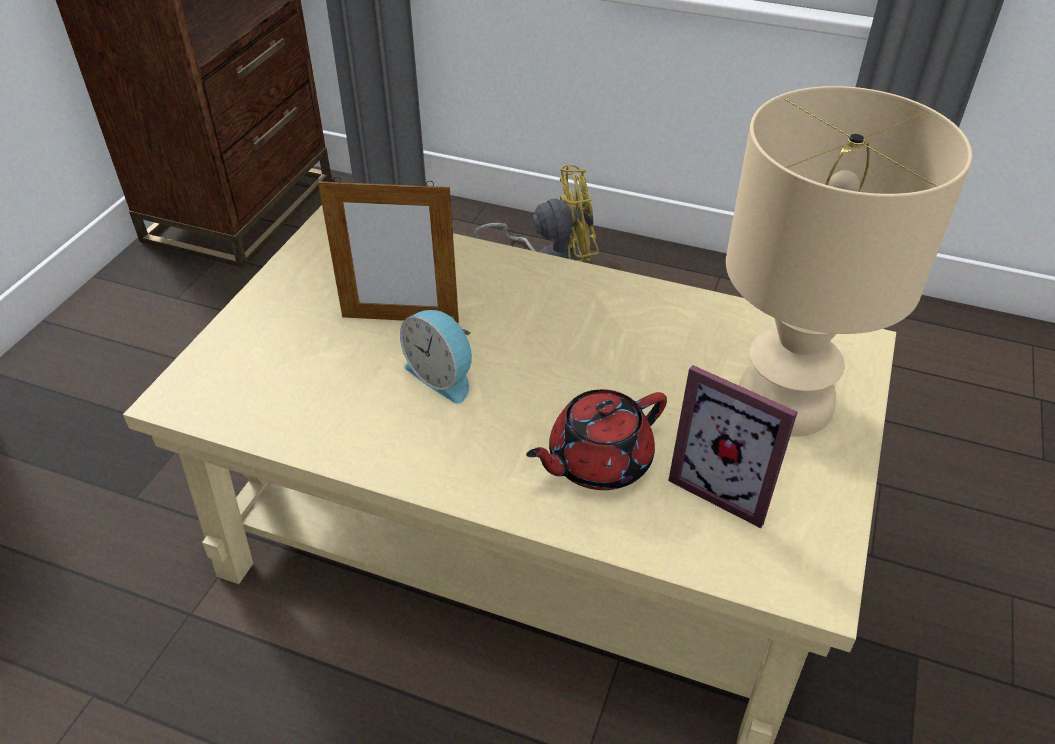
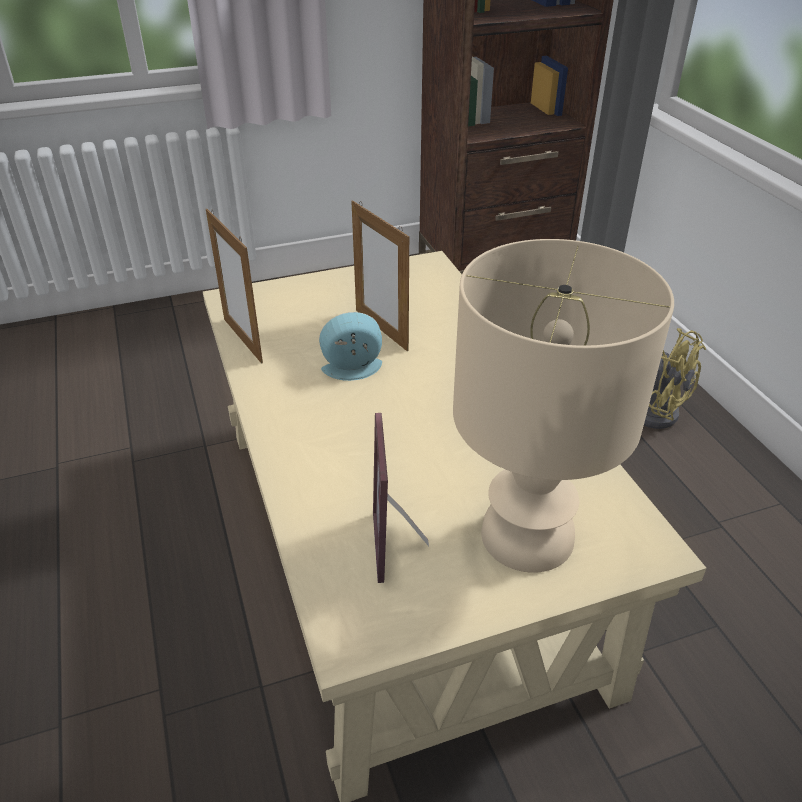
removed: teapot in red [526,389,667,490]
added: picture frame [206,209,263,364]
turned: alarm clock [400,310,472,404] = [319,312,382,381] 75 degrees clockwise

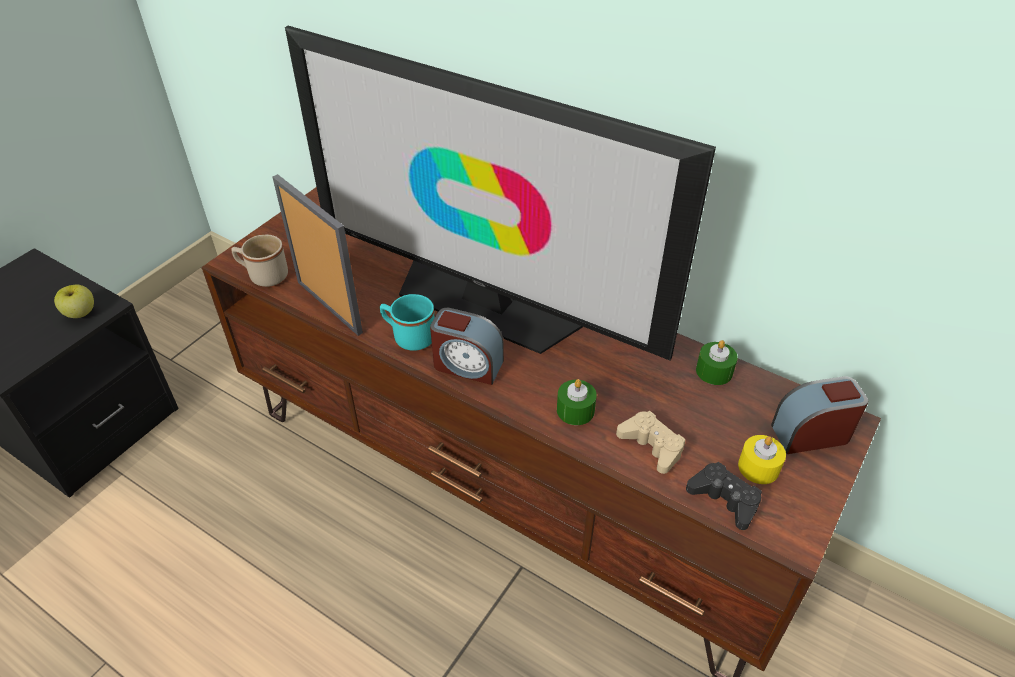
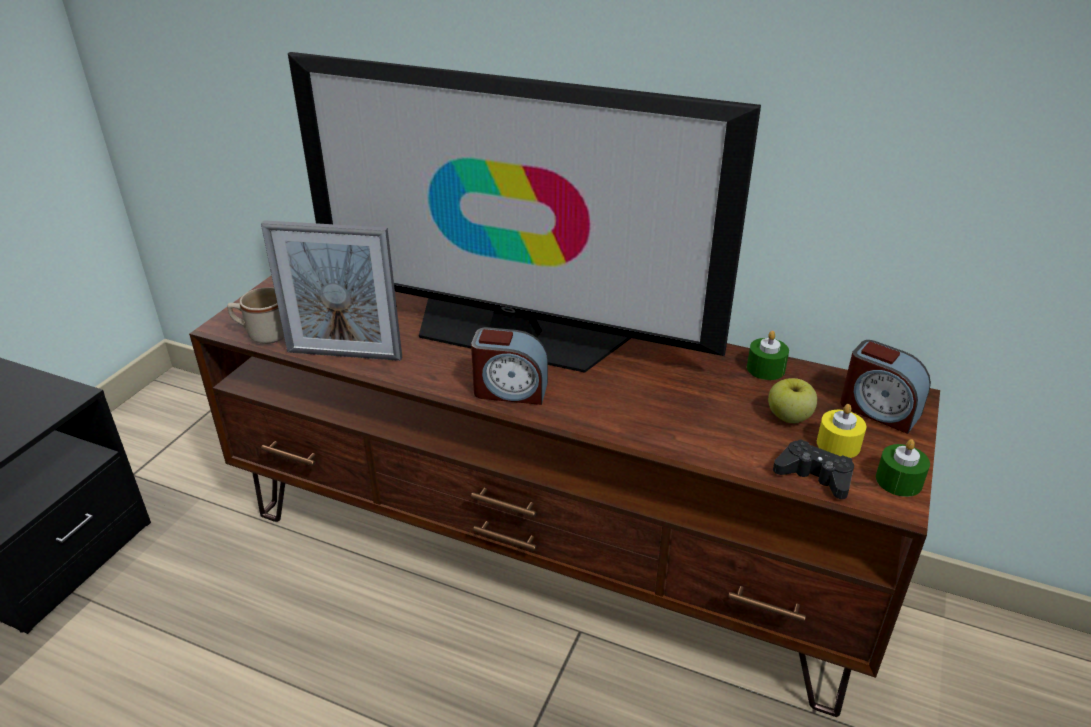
removed: mug in turquoise [380,294,434,351]; game controller in beige [616,411,685,474]
moved: apple [54,285,94,318] to [768,378,817,423]; candle in green [557,379,597,425] to [876,439,930,497]
turned: picture frame [272,174,363,336] = [261,220,402,361] 150 degrees clockwise; alarm clock [771,376,868,454] = [840,340,931,434] 120 degrees counterclockwise

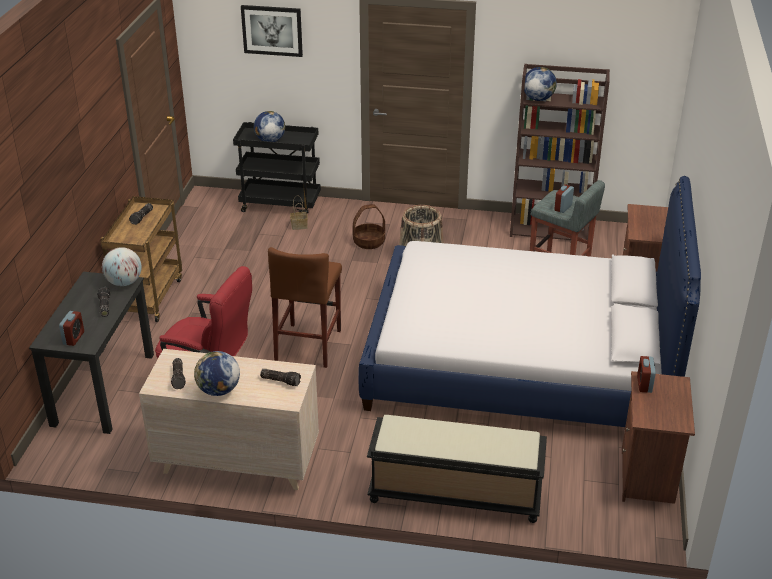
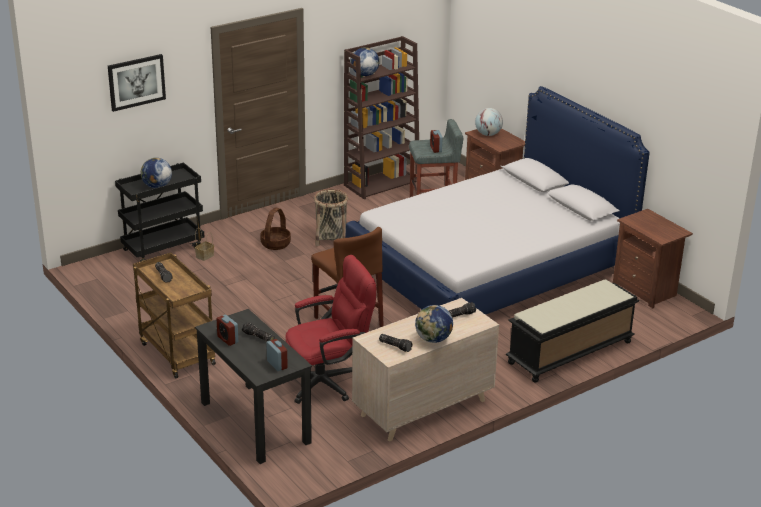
moved: globe [102,247,142,286] to [475,108,503,136]; alarm clock [637,356,656,393] to [216,315,238,346]

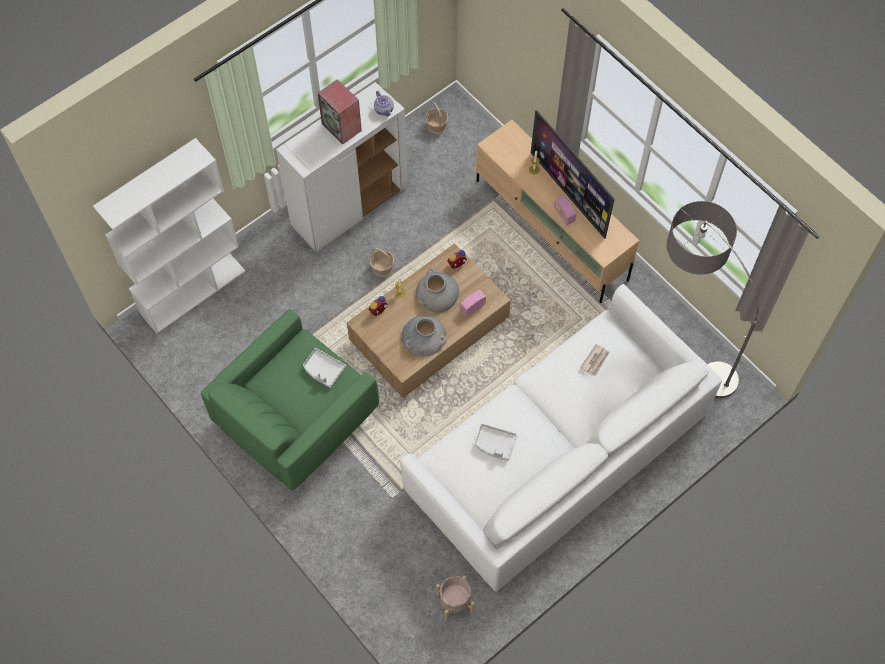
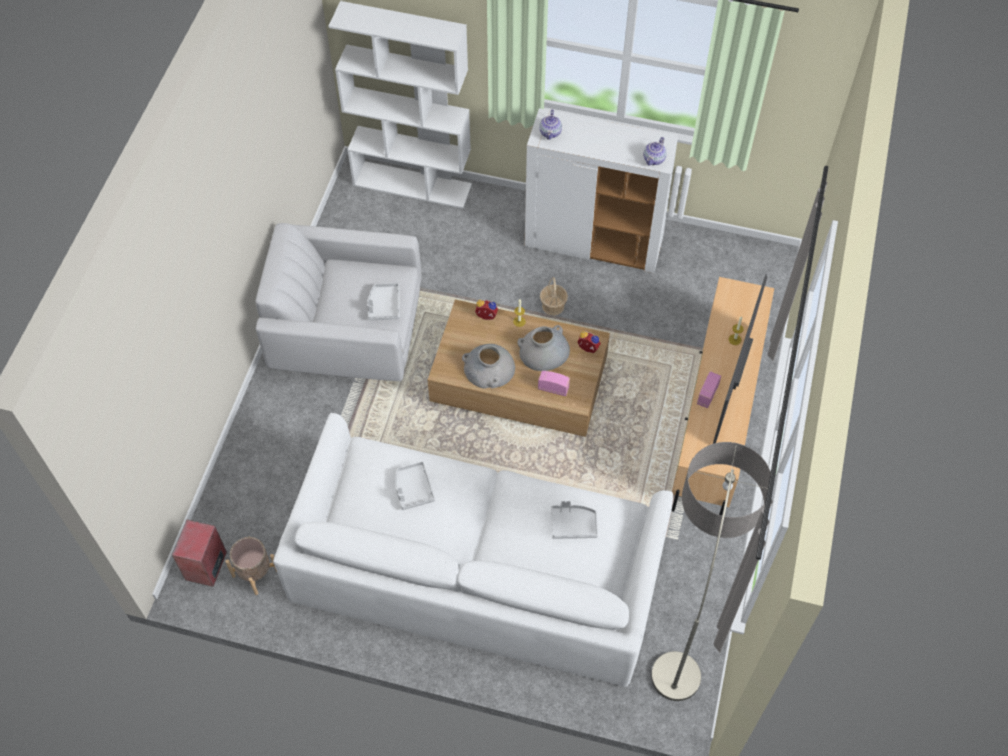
removed: basket [425,102,449,134]
added: teapot [540,109,562,140]
moved: speaker [318,79,362,145] to [172,520,227,587]
replaced: newspaper [580,344,610,376] to tray in grey [551,501,598,539]
recoloured: armchair in green [201,309,379,491] to armchair in white [256,223,422,381]

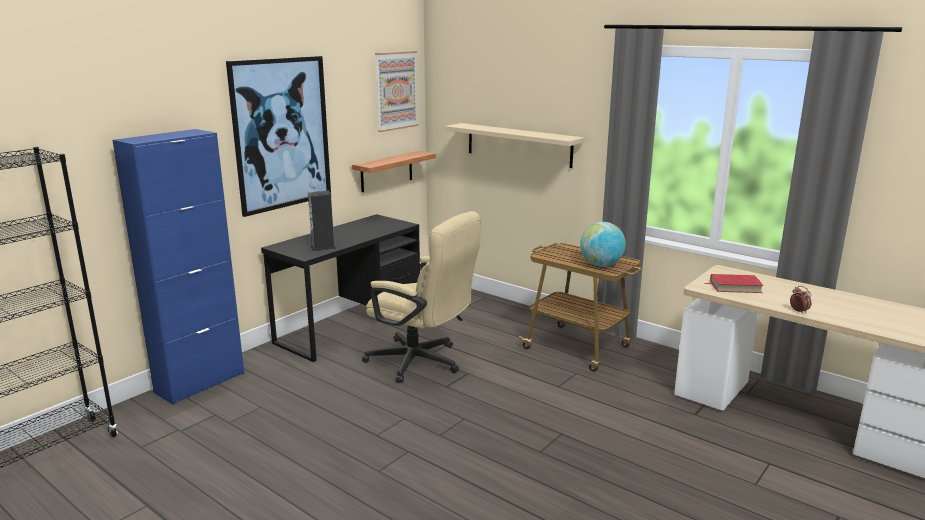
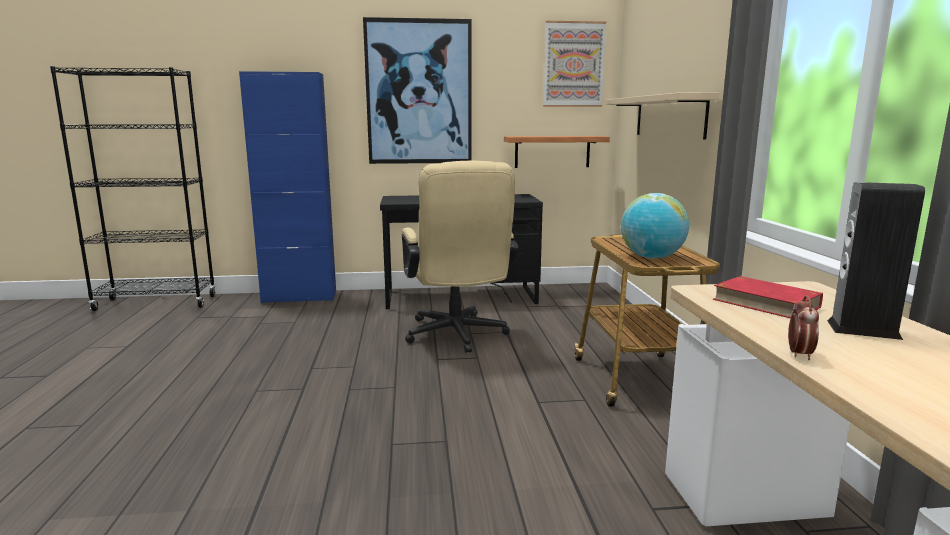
moved: speaker [308,190,336,252] to [827,182,925,340]

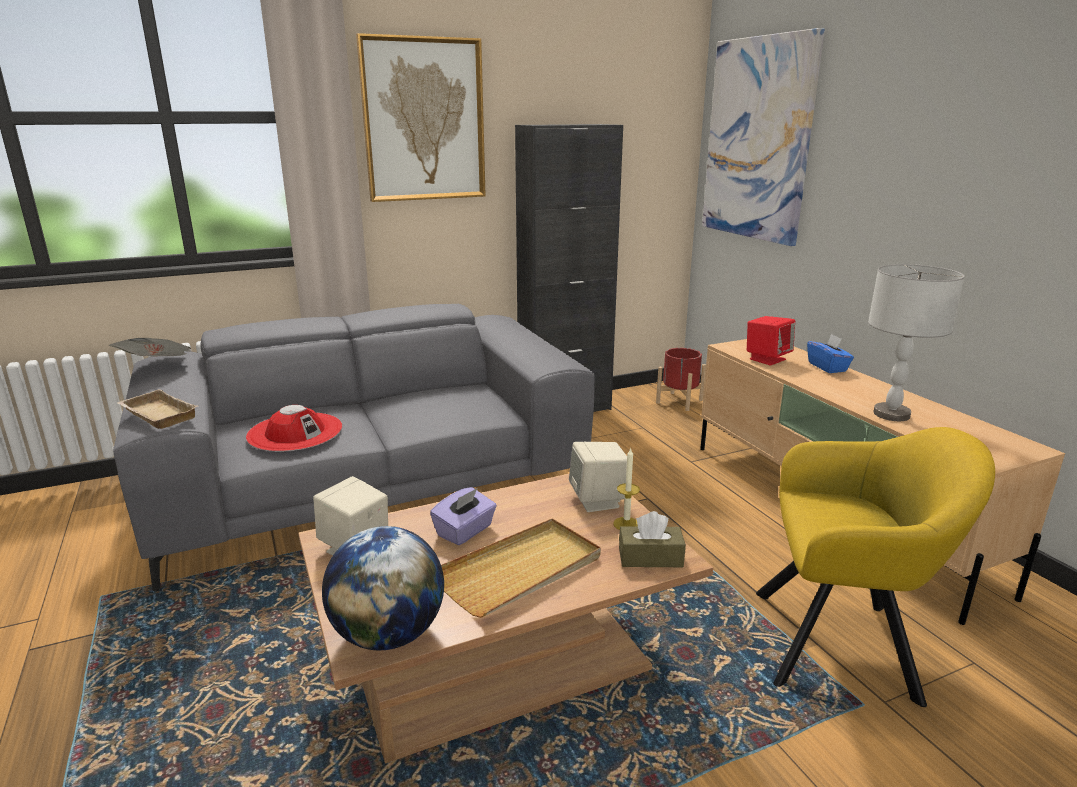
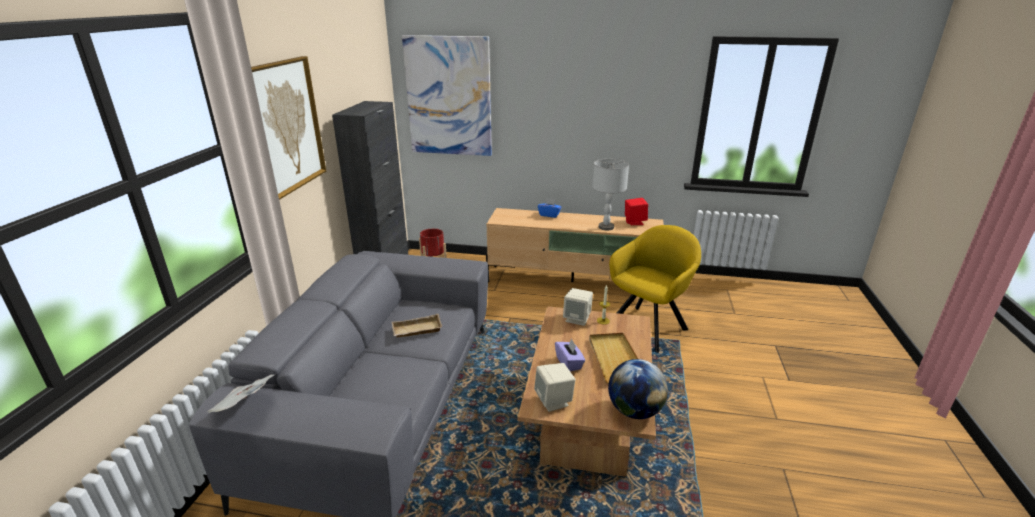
removed: hat in red [246,405,342,451]; tissue box in brown [619,511,686,567]
moved: speaker in red [747,316,795,366] to [625,198,648,225]; tray in beige [117,389,198,429] to [392,314,442,338]

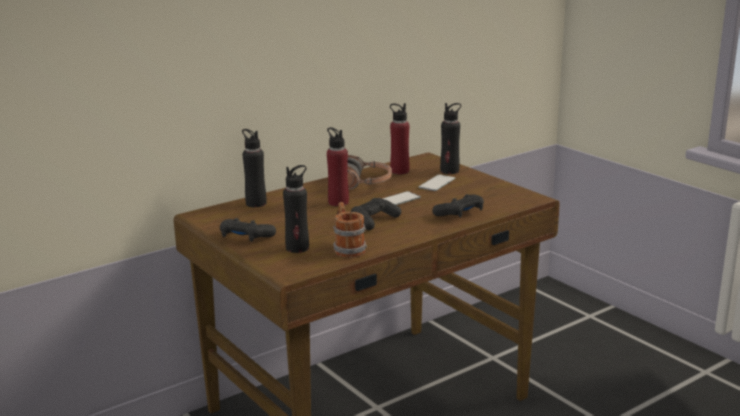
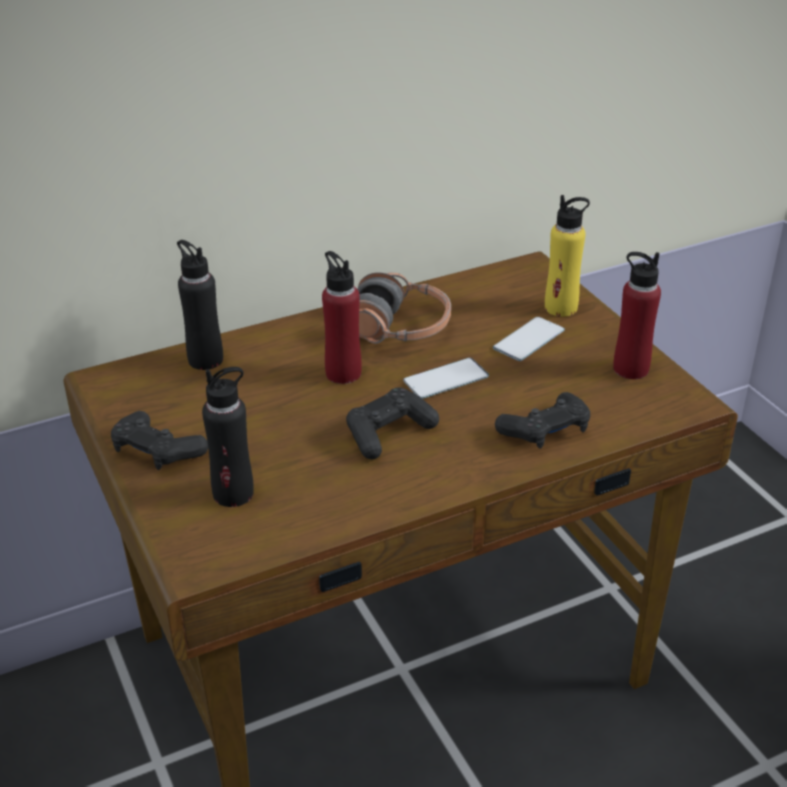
removed: mug [333,202,367,258]
moved: bottle in red [390,103,409,175] to [613,252,661,379]
recoloured: bottle in black [440,103,461,174] to bottle in yellow [545,195,590,317]

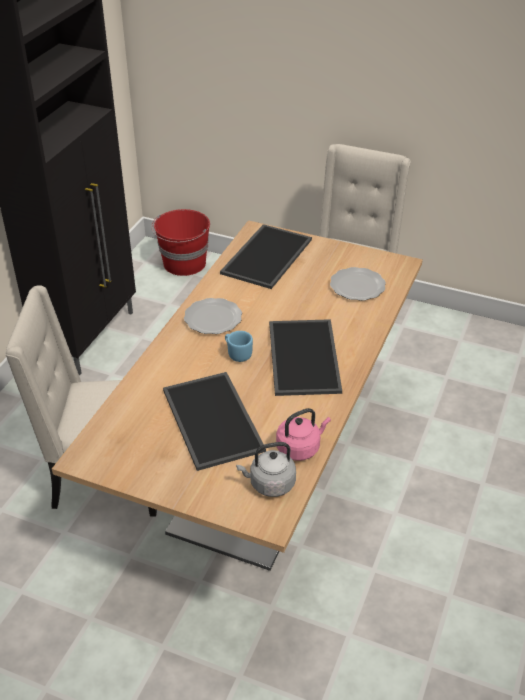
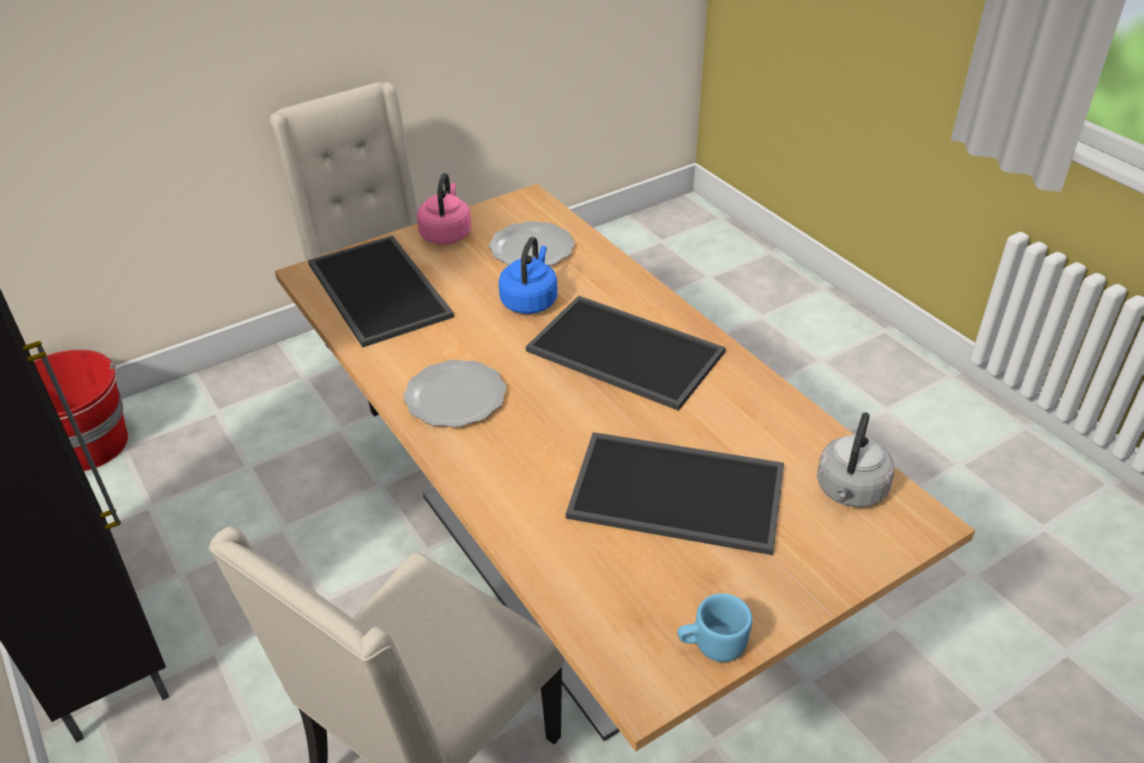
added: kettle in blue [499,237,558,314]
moved: mug in blue [225,331,253,362] to [677,593,752,662]; kettle in pink [276,408,331,461] to [417,173,471,245]

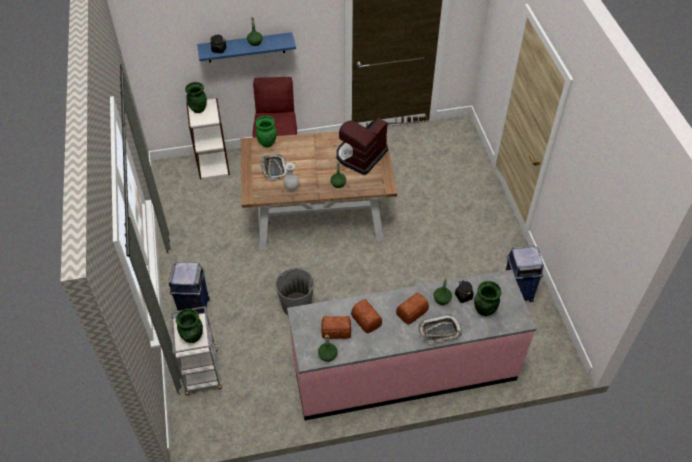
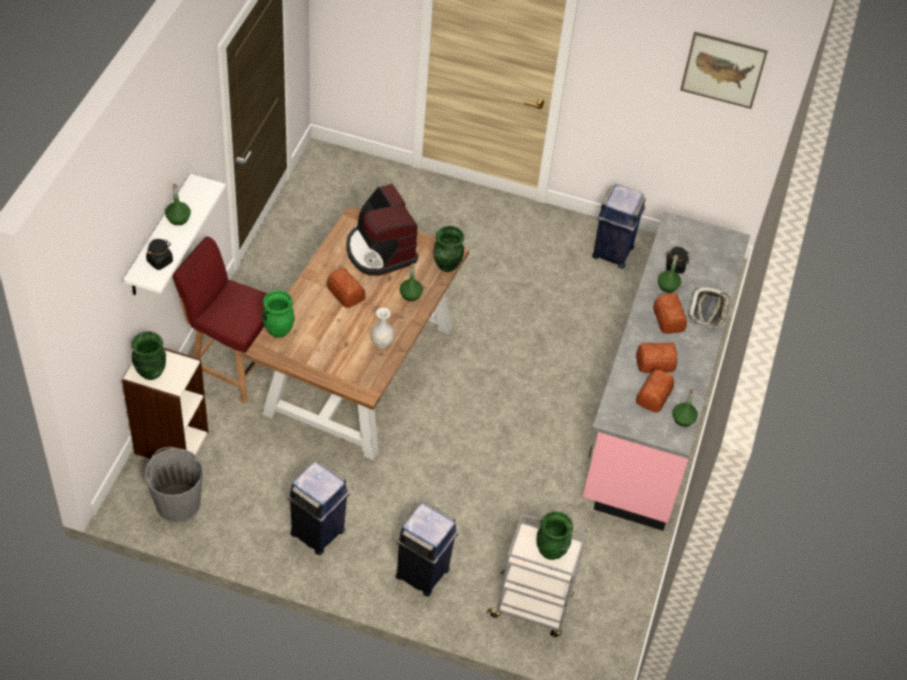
removed: tray [260,154,288,180]
added: picture [680,32,768,109]; bread [327,268,365,308]; trash can in blue [287,462,350,555]
moved: bucket in grey [275,267,314,316] to [145,447,203,523]; vase in green [474,281,501,316] to [433,226,464,272]
recoloured: shelf in blue [197,32,296,63] to shelf in white [123,174,226,295]

